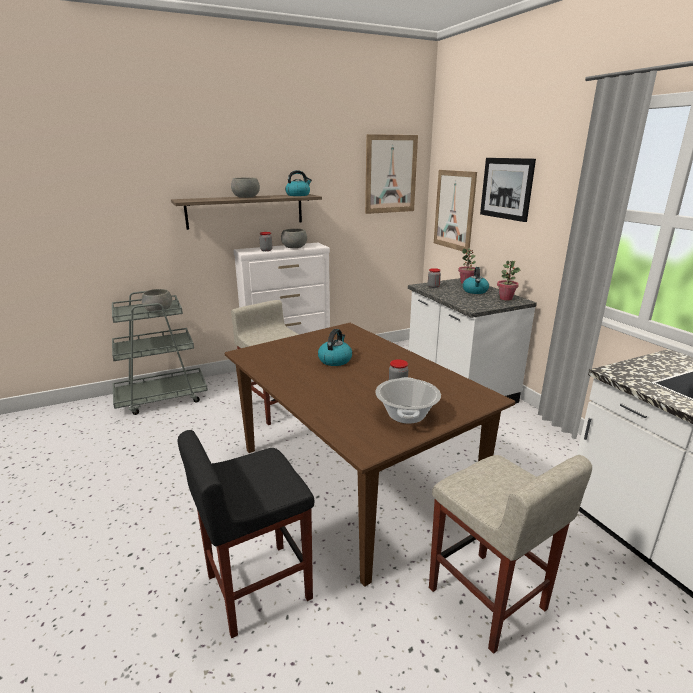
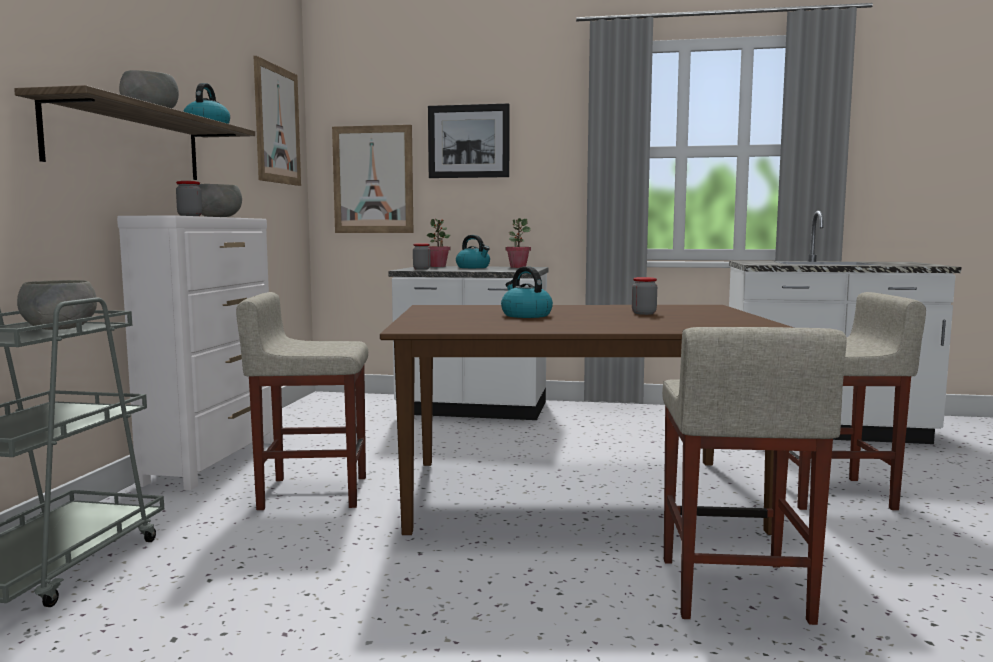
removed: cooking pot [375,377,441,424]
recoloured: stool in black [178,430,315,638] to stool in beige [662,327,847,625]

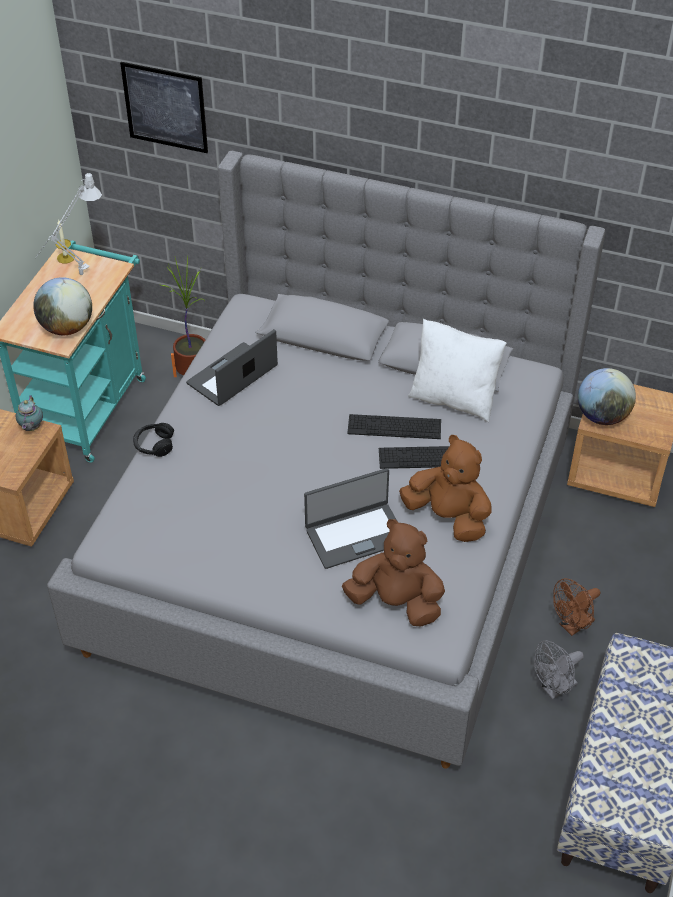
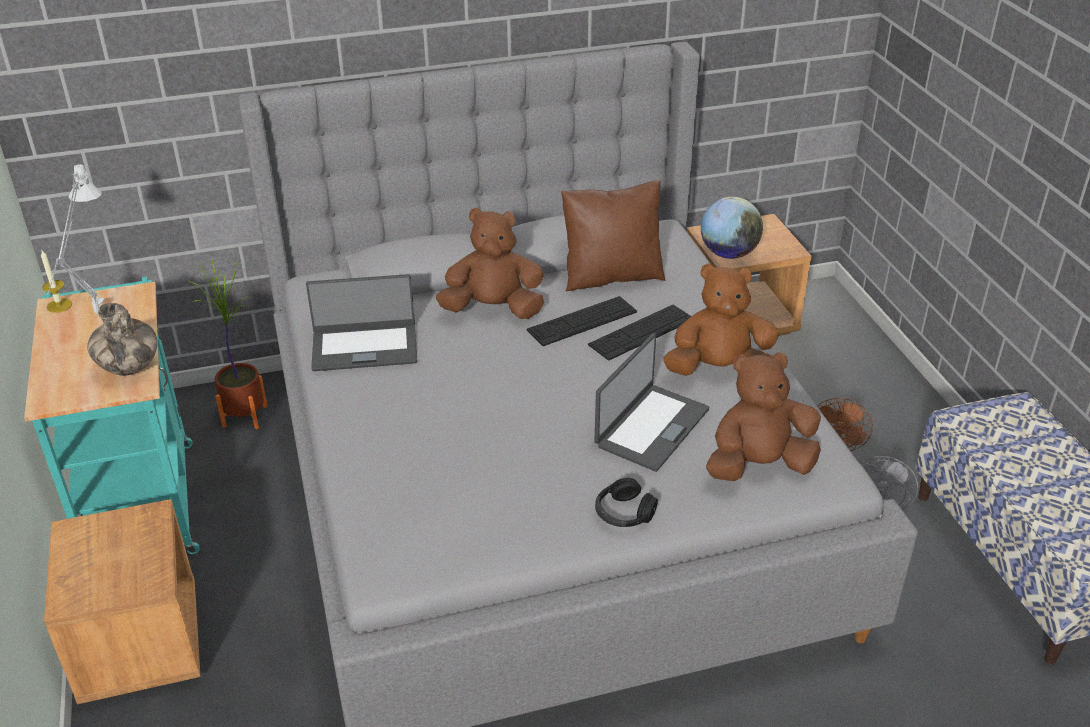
removed: picture [120,62,208,153]; teapot [16,395,43,431]
added: plush toy in brown [436,208,544,319]
moved: headphones in black [133,423,174,457] to [595,478,658,527]
replaced: globe [33,277,92,335] to vase [87,303,158,376]
recoloured: pillow in white [408,319,507,422] to pillow in brown [561,180,665,291]
turned: laptop [186,329,278,406] = [306,274,417,371] 105 degrees counterclockwise

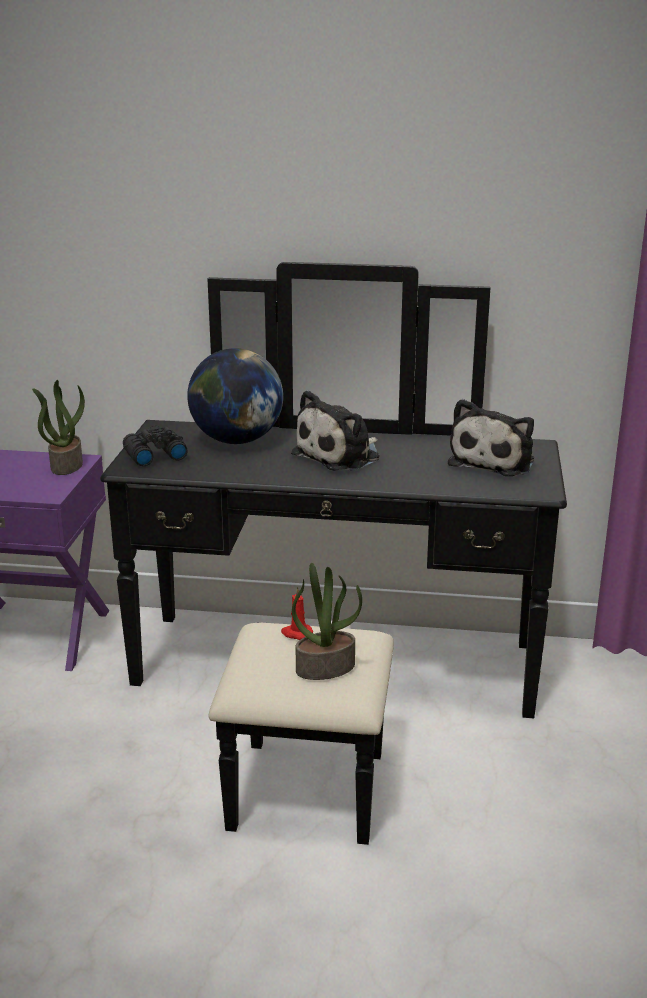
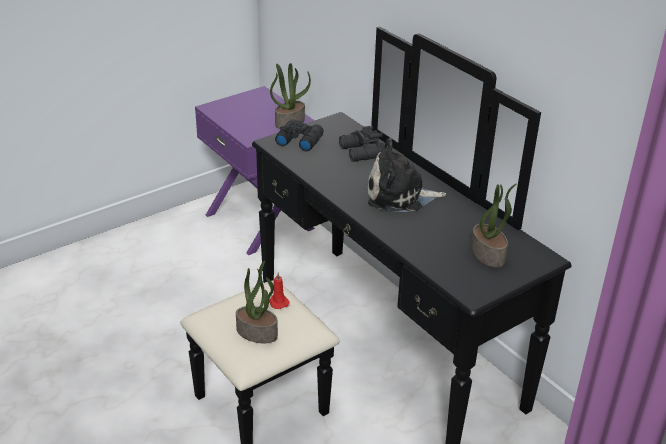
replaced: globe [187,348,283,444] to binoculars in black [339,126,385,162]; plush toy [448,399,534,476] to potted plant [471,183,517,267]

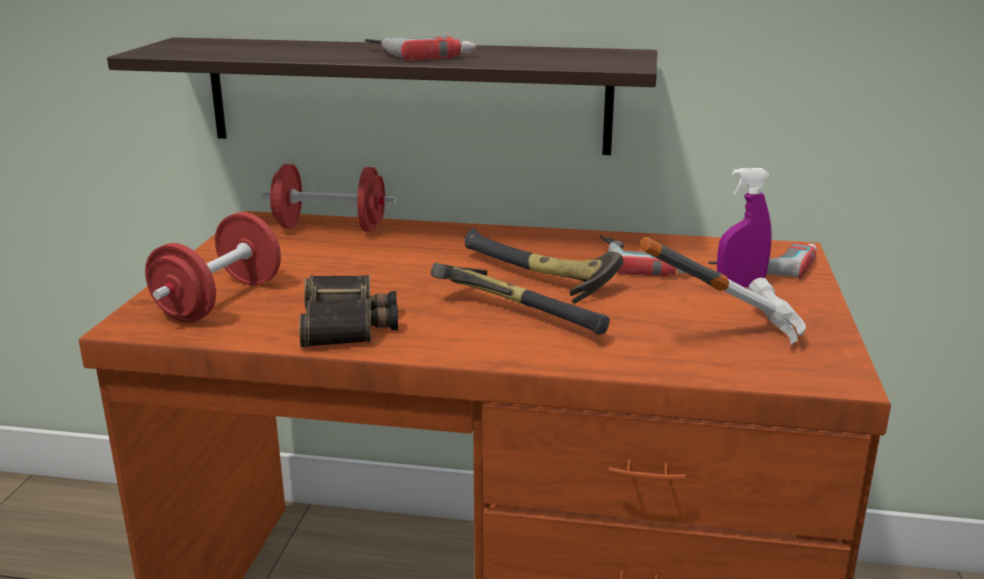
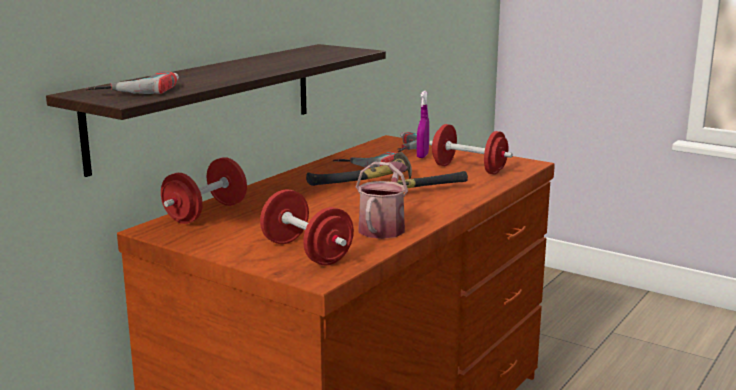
moved: power drill [365,36,476,61] to [85,72,179,94]
replaced: hammer [640,237,806,345] to dumbbell in red [429,124,513,175]; binoculars [299,275,398,347] to watering can [356,161,408,239]

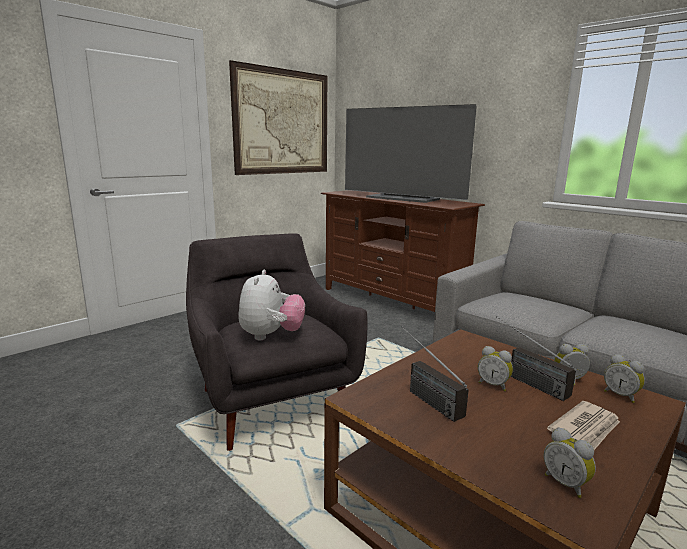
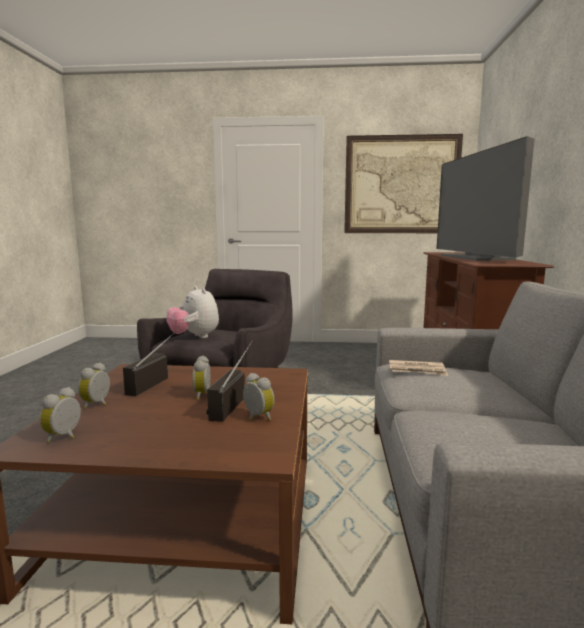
moved: alarm clock [604,354,645,403] to [78,362,110,409]; newspaper [547,401,620,450] to [389,360,448,376]
turned: plush toy [238,270,305,340] = [167,286,219,338] 90 degrees clockwise

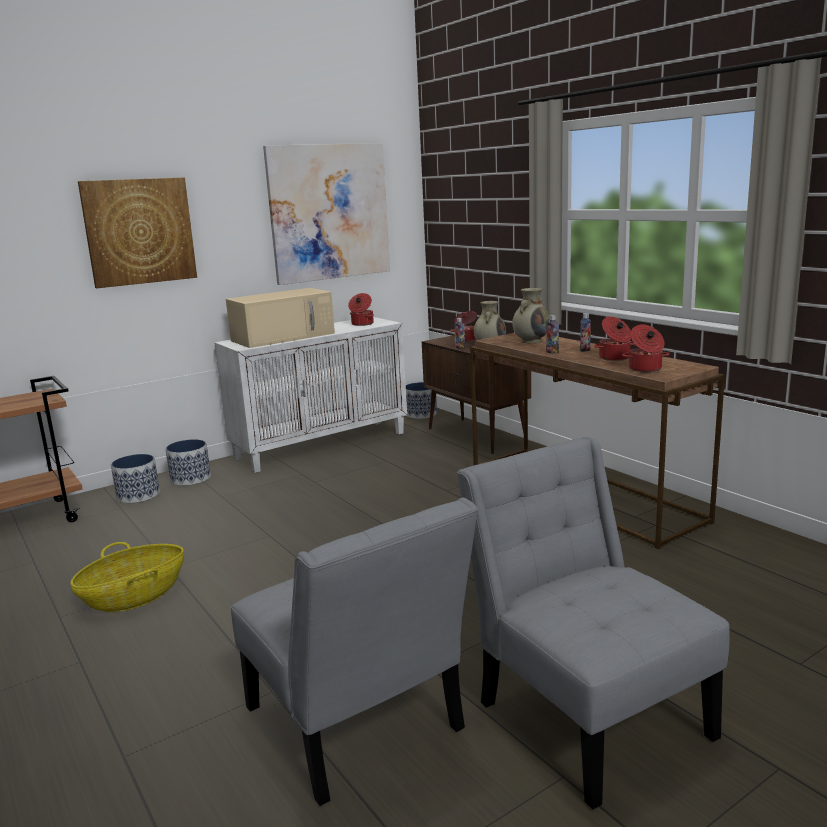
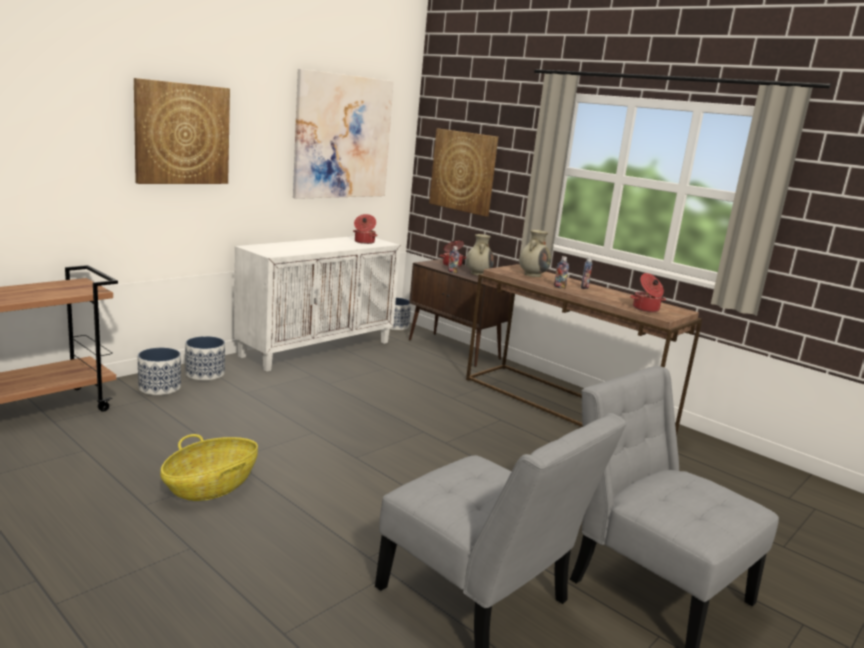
removed: microwave in beige [226,288,335,348]; cooking pot [594,317,635,361]
added: picture [429,129,498,217]

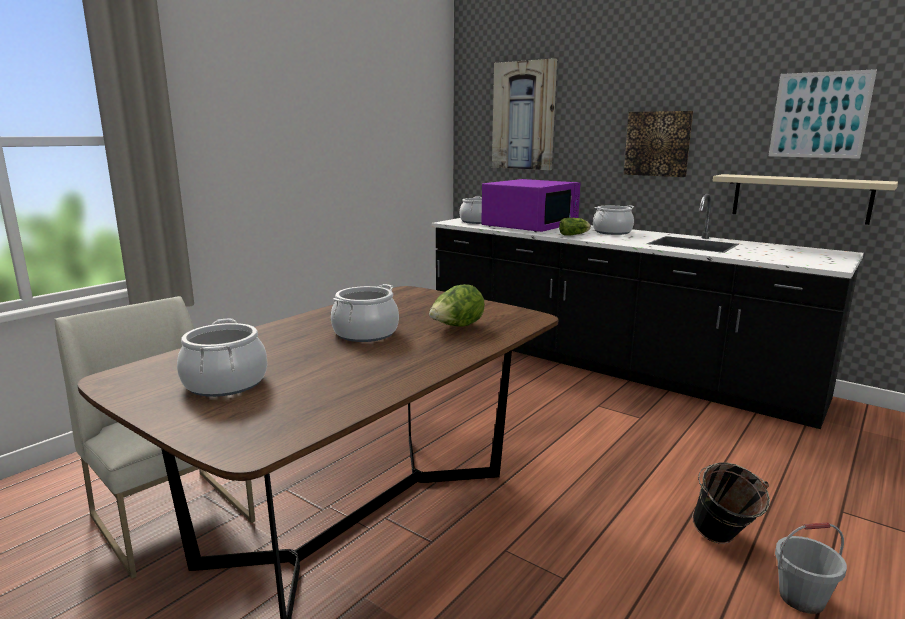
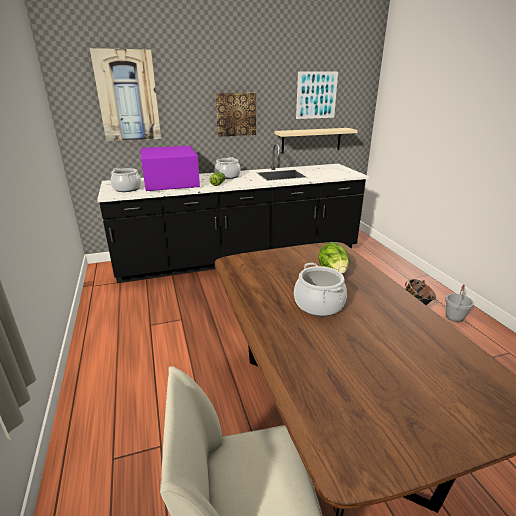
removed: cooking pot [177,319,267,397]

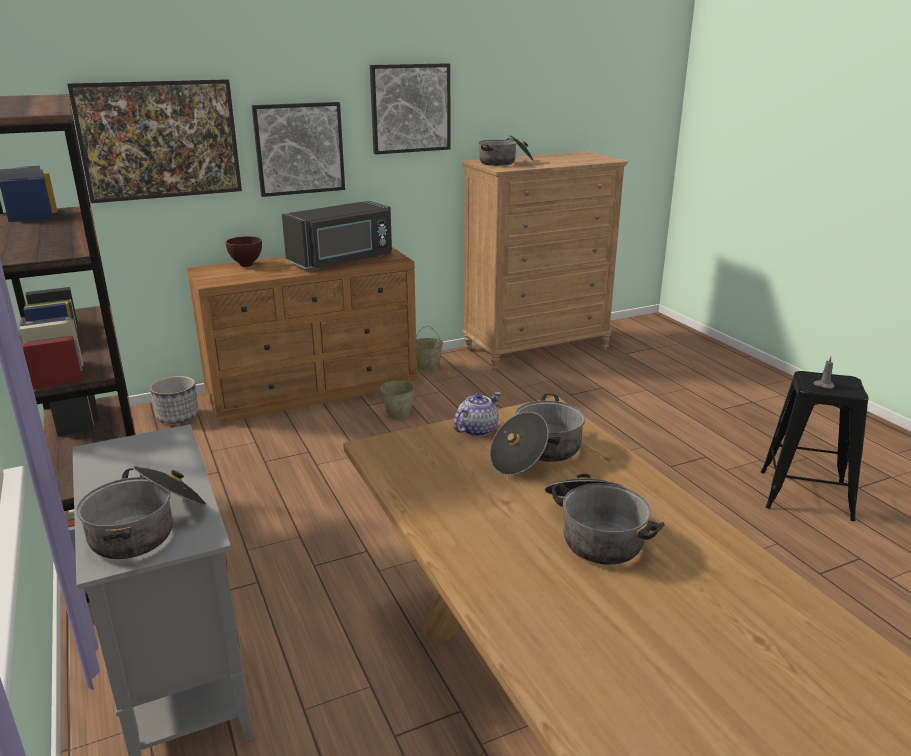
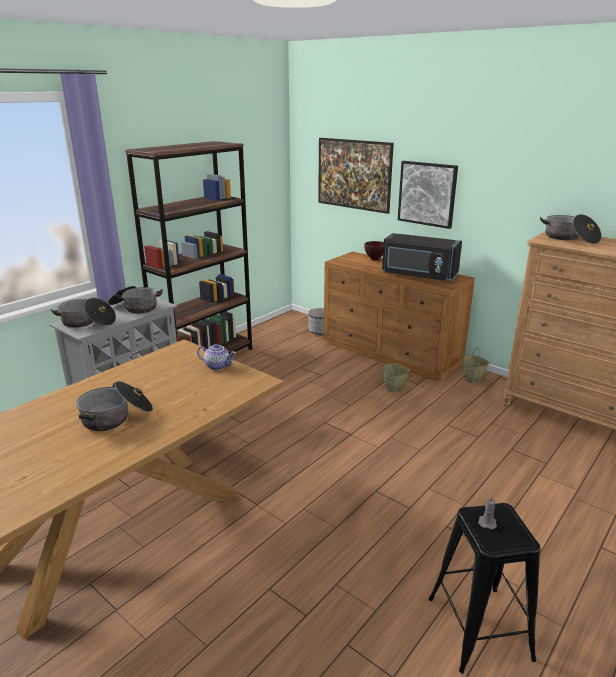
removed: picture [370,63,451,154]
moved: cooking pot [490,394,585,475] to [108,286,163,314]

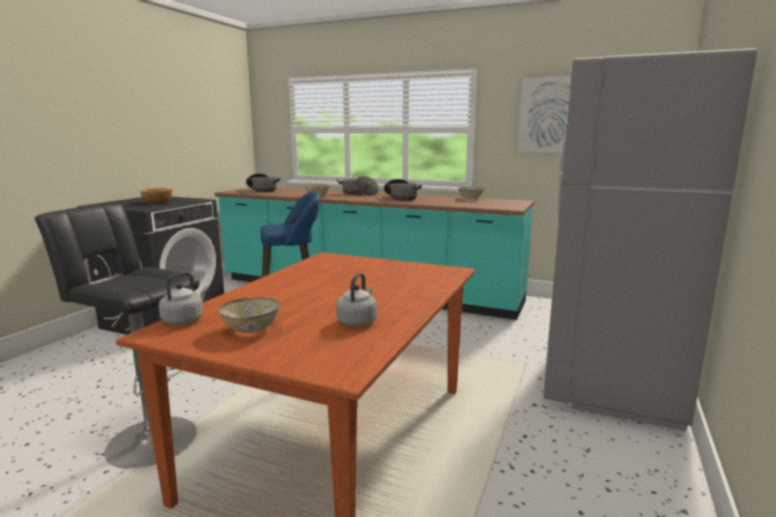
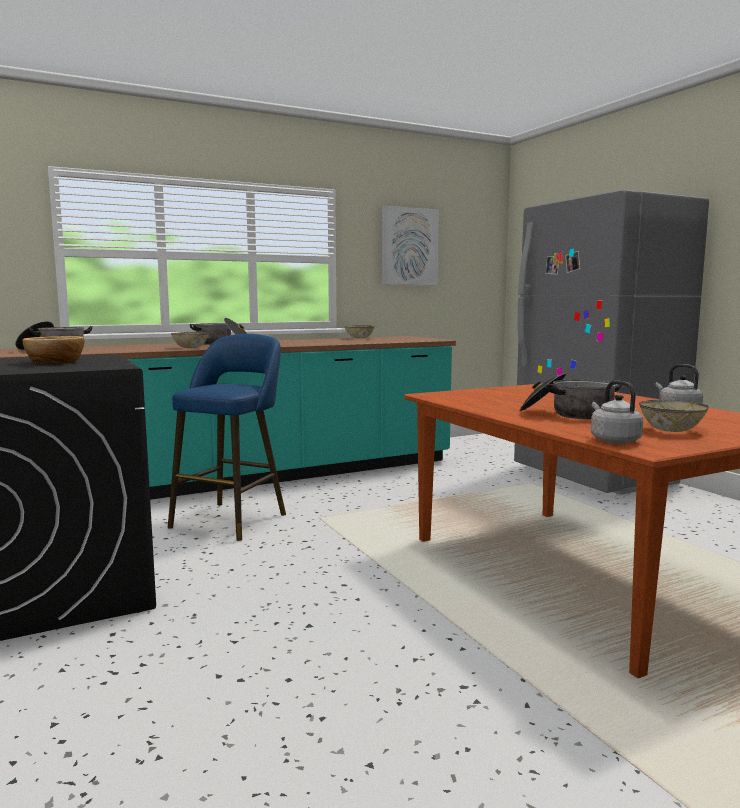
removed: stool in black [34,203,200,469]
moved: cooking pot [384,179,422,201] to [520,373,621,420]

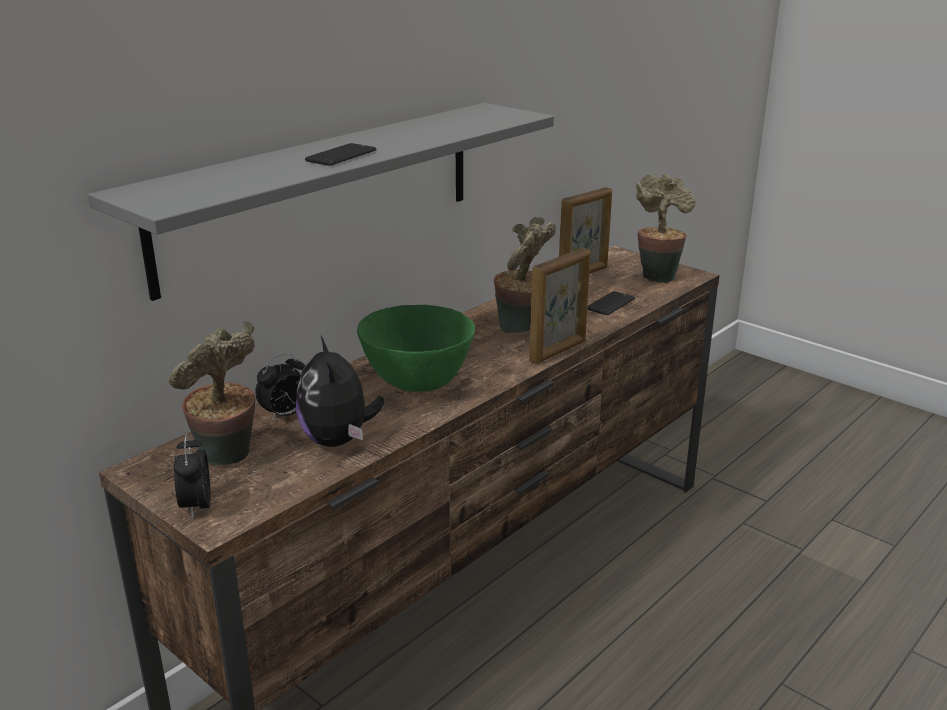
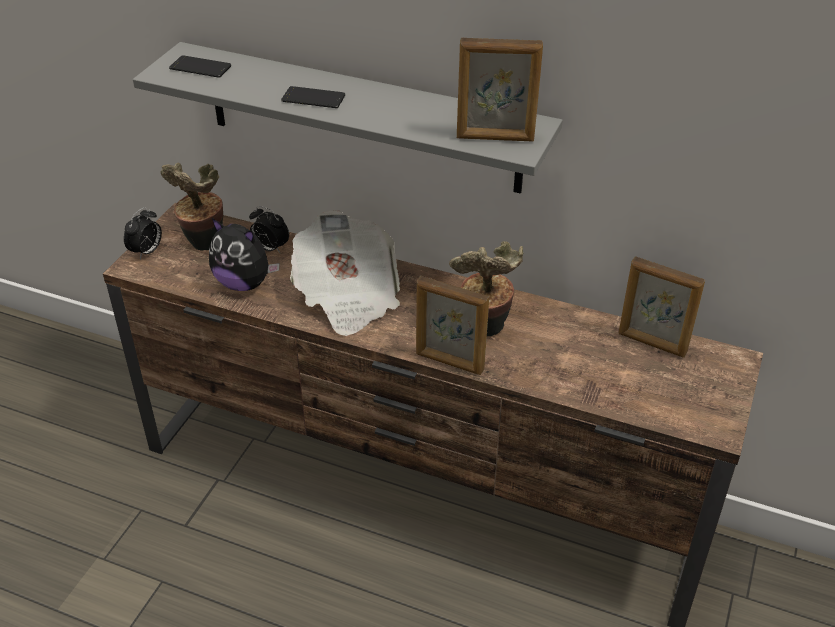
removed: potted plant [636,174,696,283]
added: picture frame [457,37,543,142]
moved: phone [587,291,635,315] to [169,55,231,78]
replaced: bowl in green [357,305,475,392] to newspaper [290,210,400,336]
turned: plush toy [296,335,384,447] = [209,218,280,291] 120 degrees counterclockwise; alarm clock [174,434,211,519] = [124,207,162,259] 150 degrees clockwise

